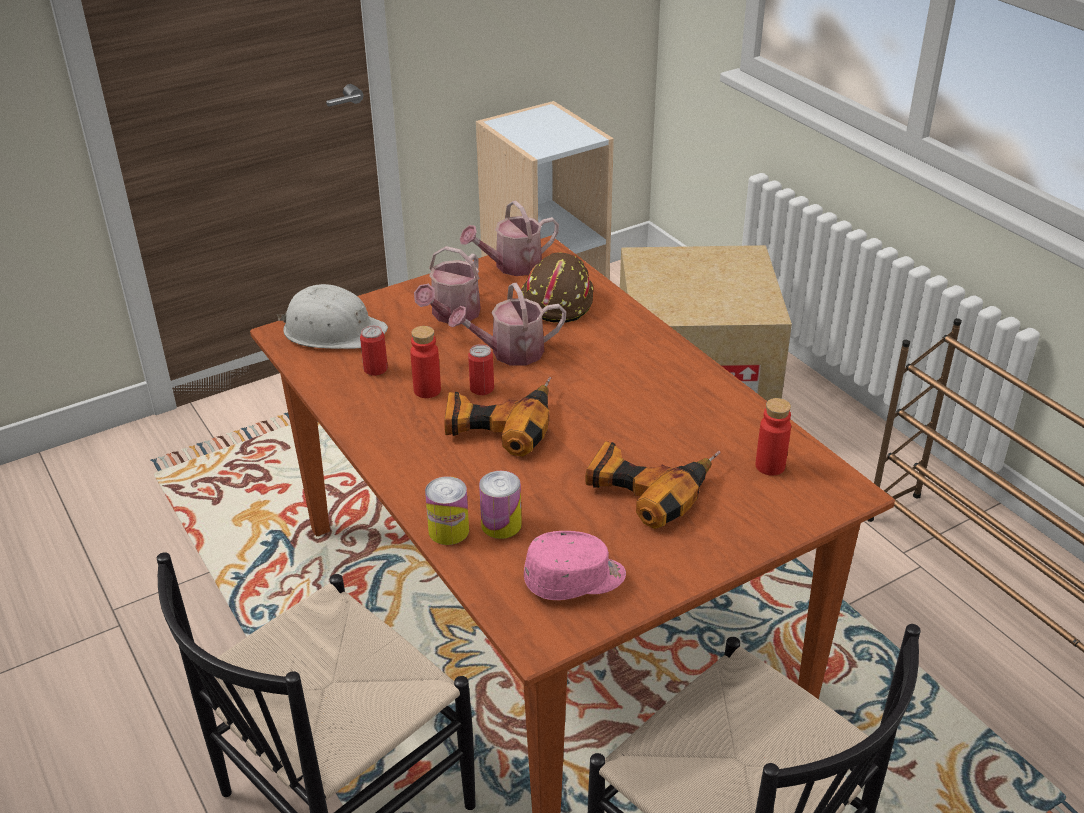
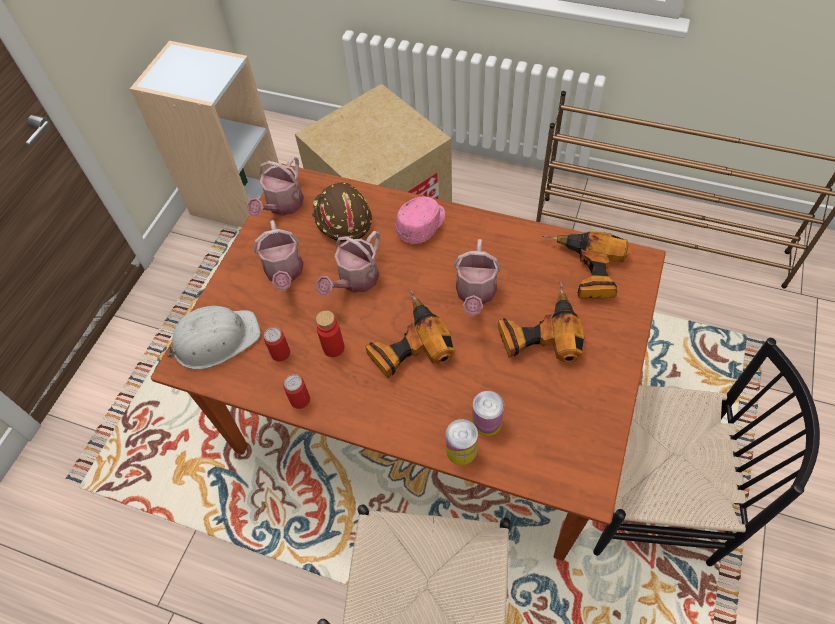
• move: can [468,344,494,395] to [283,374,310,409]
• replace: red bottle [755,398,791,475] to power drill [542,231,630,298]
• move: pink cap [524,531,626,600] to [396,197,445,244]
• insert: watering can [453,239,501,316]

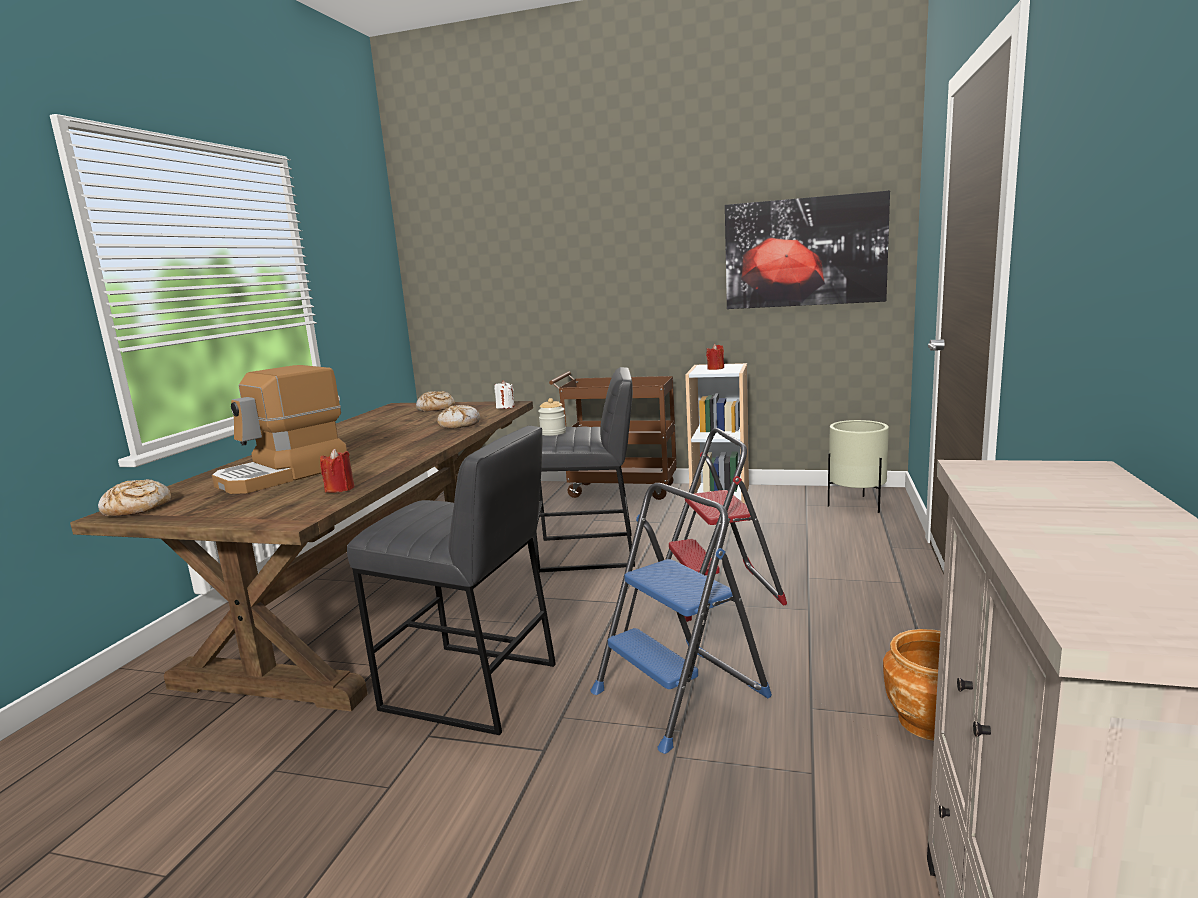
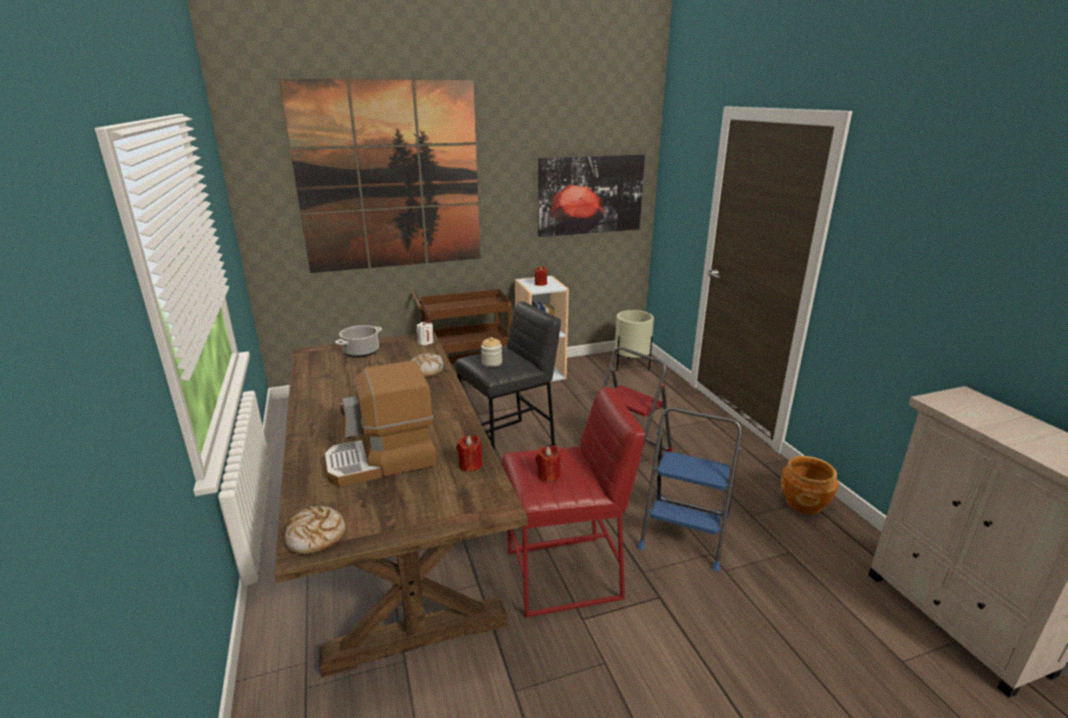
• rotate: coffee machine [212,365,347,494] = [324,361,437,487] 60 degrees clockwise
• replace: bread [416,391,455,412] to cooking pot [335,325,382,357]
• recolor: grey stool [347,426,556,735] to red stool [502,387,645,618]
• insert: picture [279,79,480,273]
• insert: red candle [535,445,561,482]

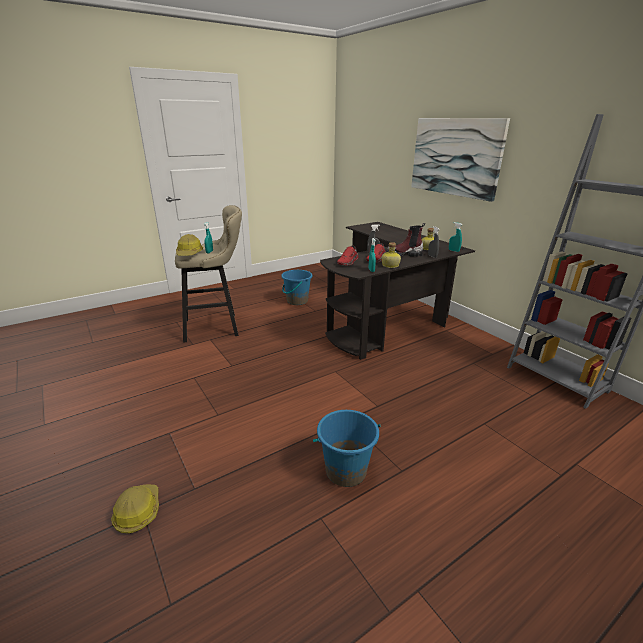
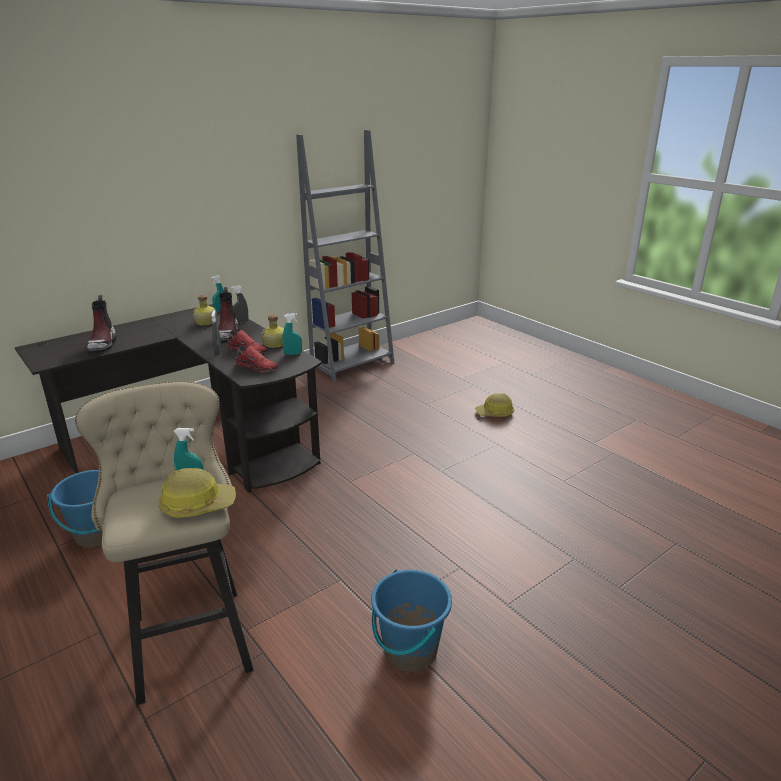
• delete: picture [411,118,510,202]
• move: blue bucket [313,410,381,487] to [371,569,452,672]
• move: hard hat [111,484,159,533] to [475,393,514,417]
• insert: boot [87,295,117,353]

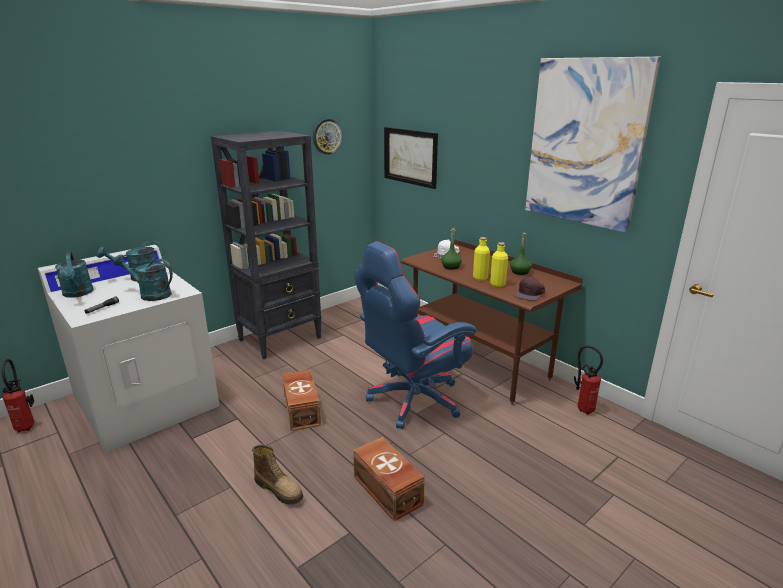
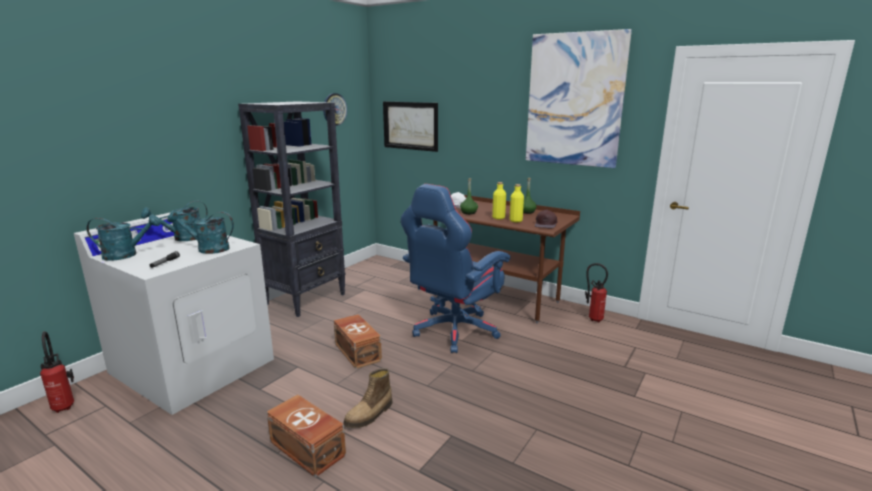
• rotate: turquoise watering can [55,252,93,298] = [86,215,160,261] 60 degrees counterclockwise
• move: brown storage box [353,437,425,521] to [267,395,346,477]
• rotate: boot [252,444,303,505] = [343,368,392,428] 105 degrees clockwise

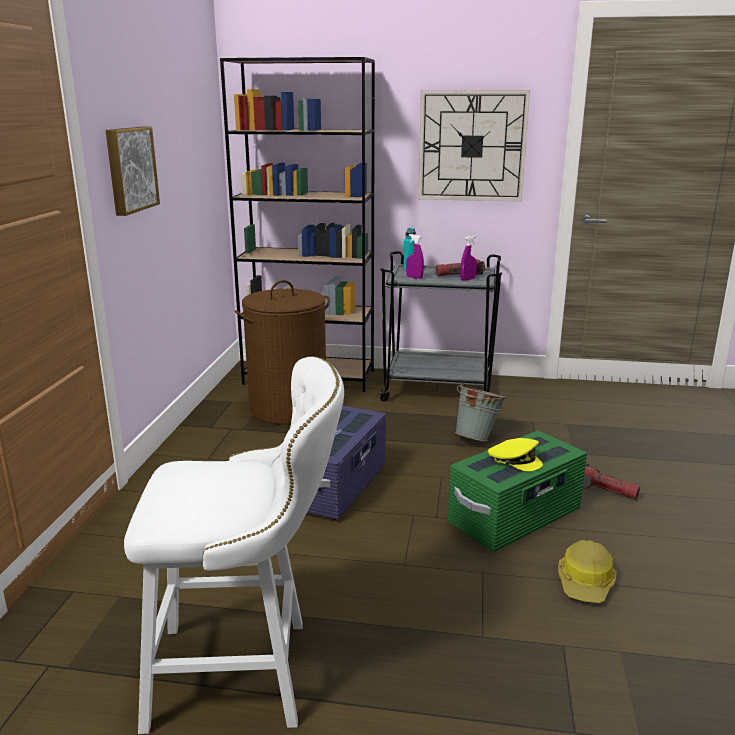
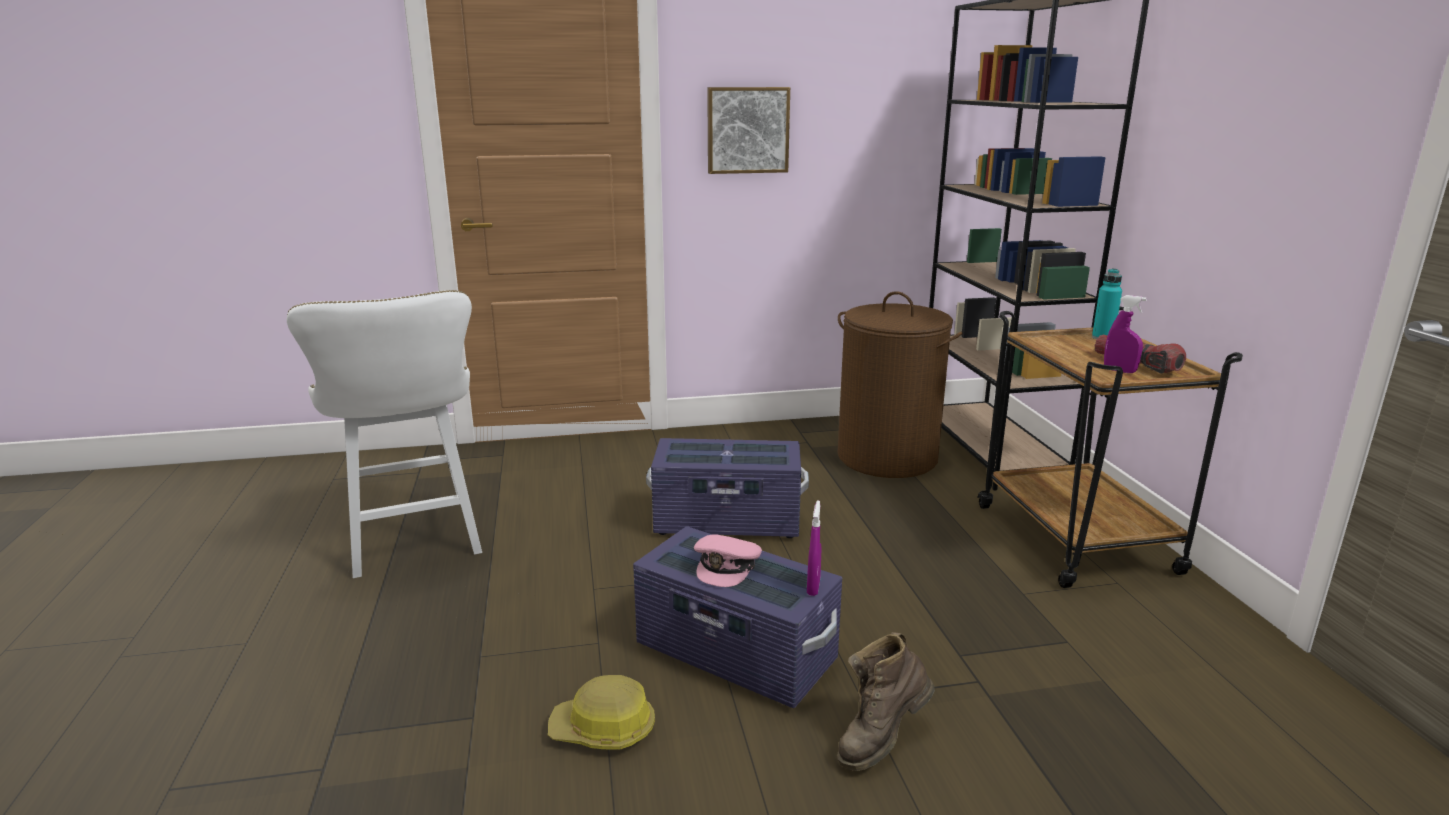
• delete: wall clock [418,90,530,202]
• move: purple spray bottle [406,234,424,279] to [807,500,821,596]
• recolor: grey cart [377,251,502,401] to brown cart [977,307,1243,588]
• delete: grey bucket [455,383,507,442]
• recolor: green storage box [448,431,587,552] to purple storage box [633,526,842,708]
• recolor: yellow cap [488,438,543,471] to pink cap [694,534,762,587]
• replace: flashlight [583,463,640,500] to brown boot [837,632,935,771]

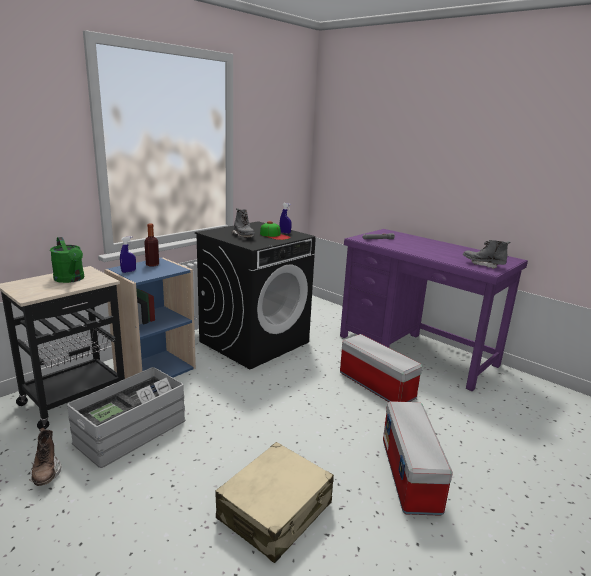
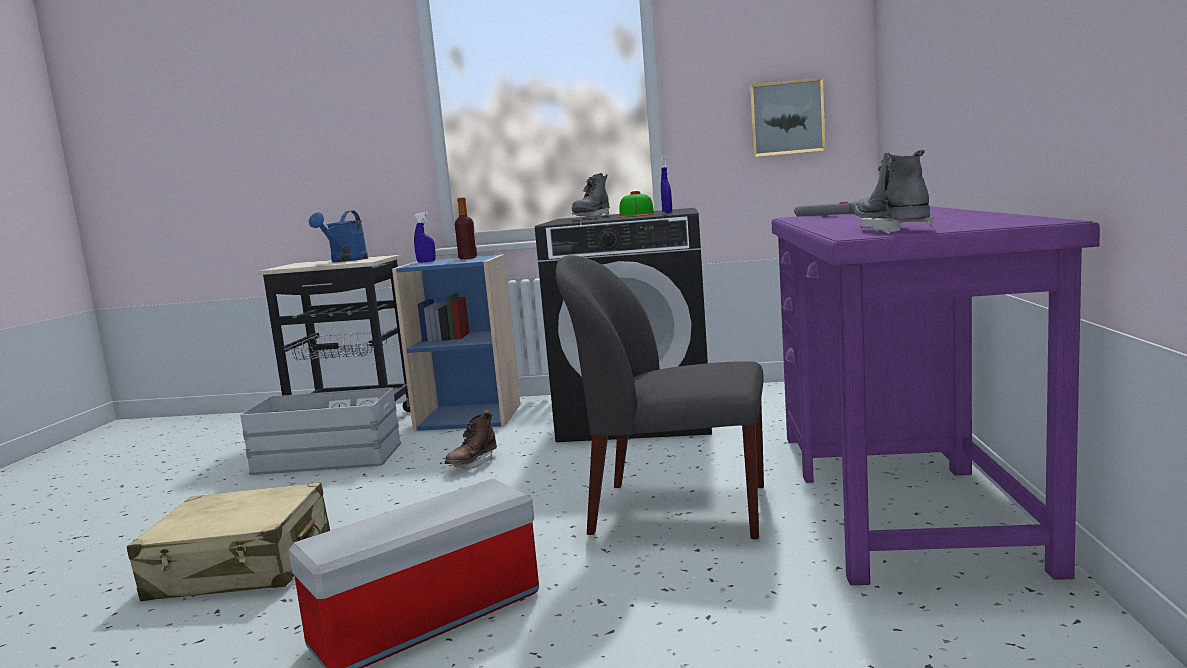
• recolor: green watering can [50,237,84,283] to blue watering can [309,210,368,262]
• replace: storage box [340,334,422,402] to grey chair [556,255,764,539]
• move: brown boot [29,428,61,486] to [445,410,497,469]
• insert: picture [750,78,825,157]

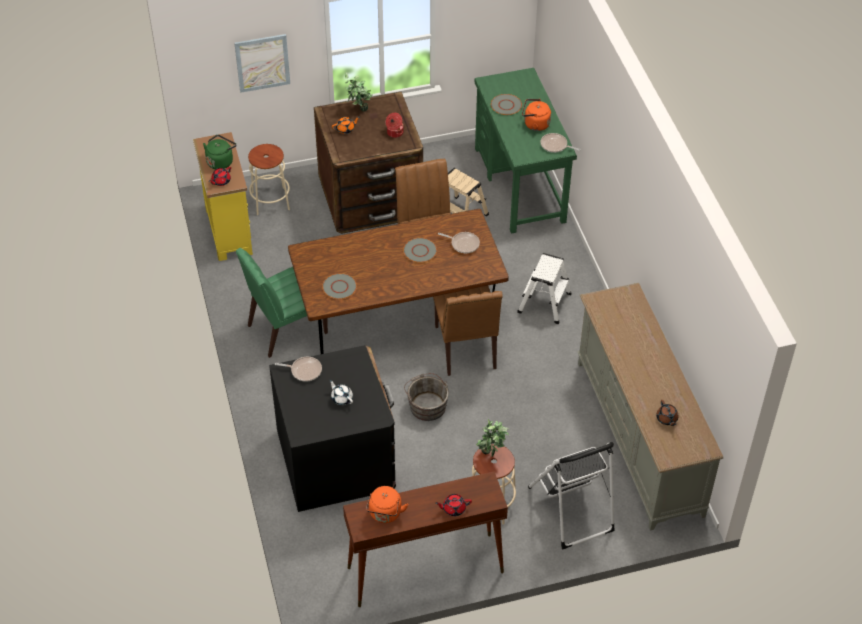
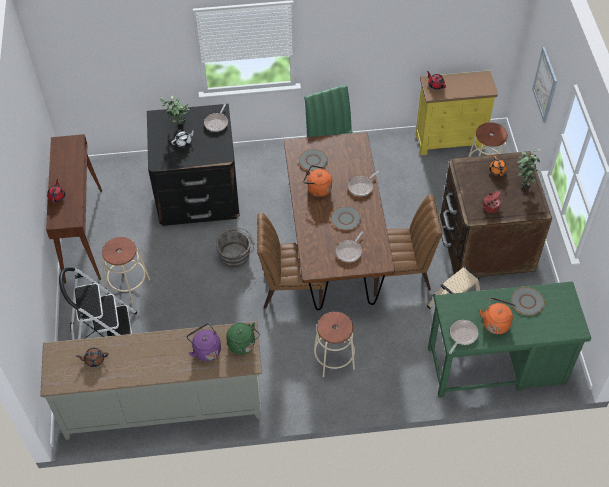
• move: green kettle [203,135,236,169] to [226,323,260,354]
• replace: white step ladder [517,253,572,324] to beige stool [314,312,355,377]
• move: potted plant [476,419,509,457] to [160,96,189,125]
• move: orange kettle [366,486,408,523] to [303,165,332,197]
• insert: frying pan [348,171,379,196]
• insert: purple kettle [187,323,221,361]

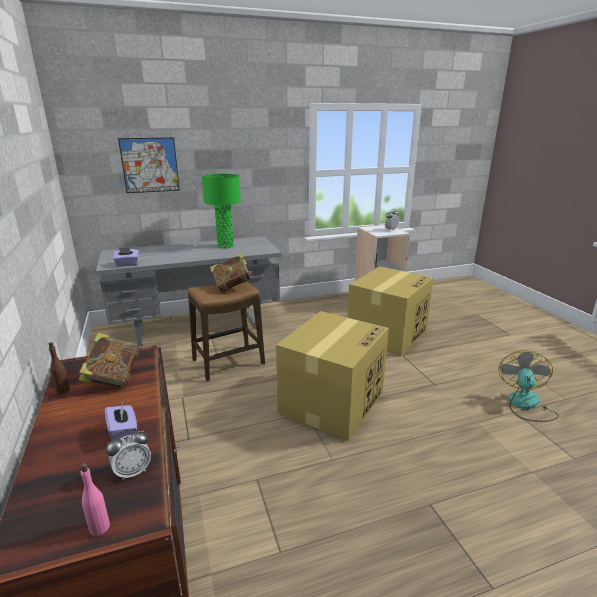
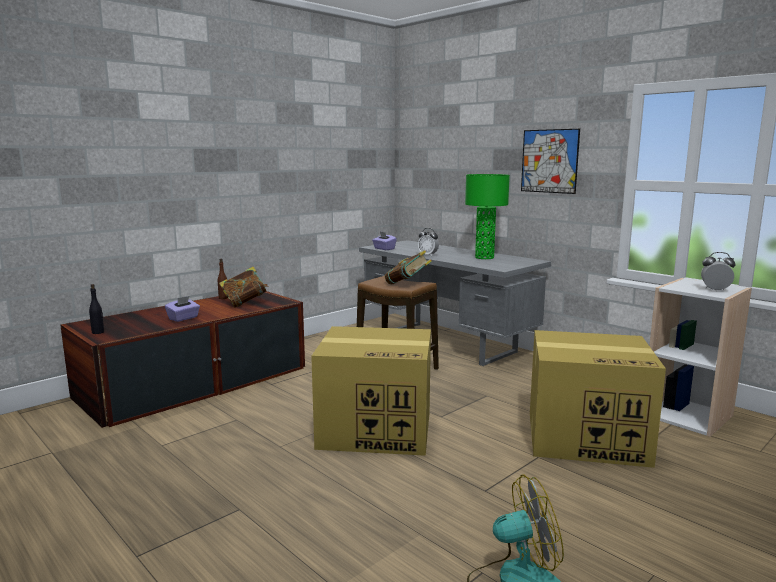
• move: picture [118,137,180,193] to [521,129,580,194]
• move: alarm clock [106,428,151,481] to [418,228,439,257]
• recolor: pink bottle [80,463,110,536] to black bottle [89,284,104,334]

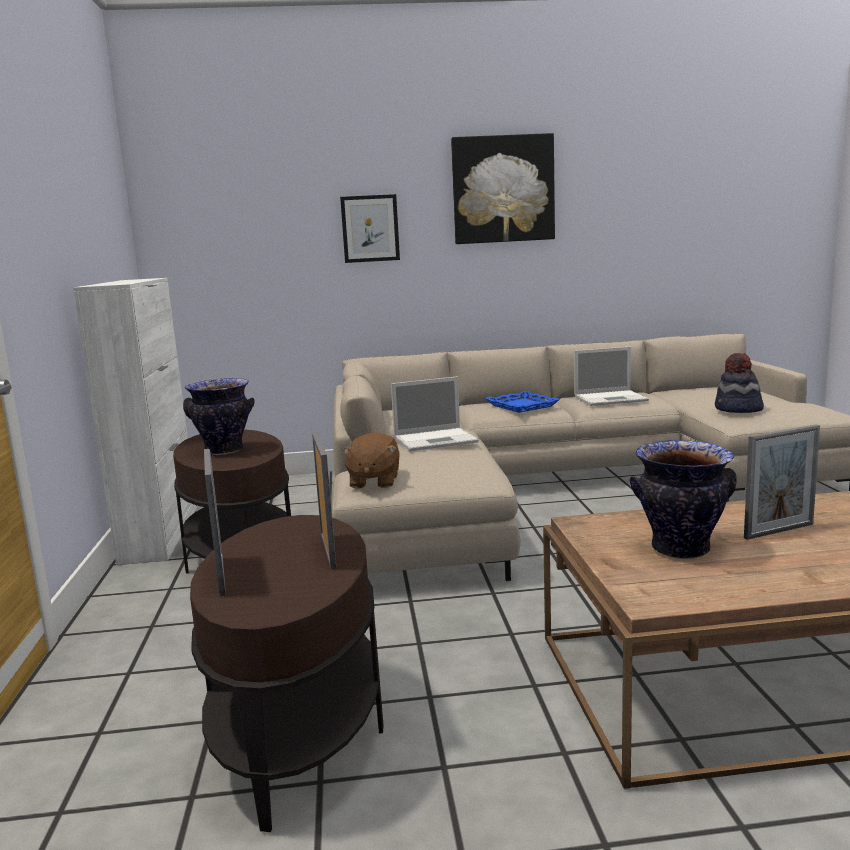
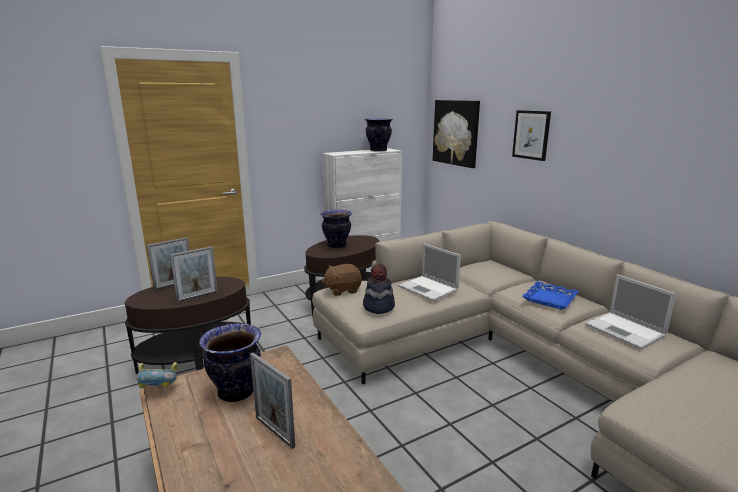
• move: picture [451,133,555,244] to [433,100,480,168]
• move: hat [715,353,764,413] to [363,264,395,314]
• insert: vase [365,118,393,152]
• insert: bowl [136,362,178,389]

